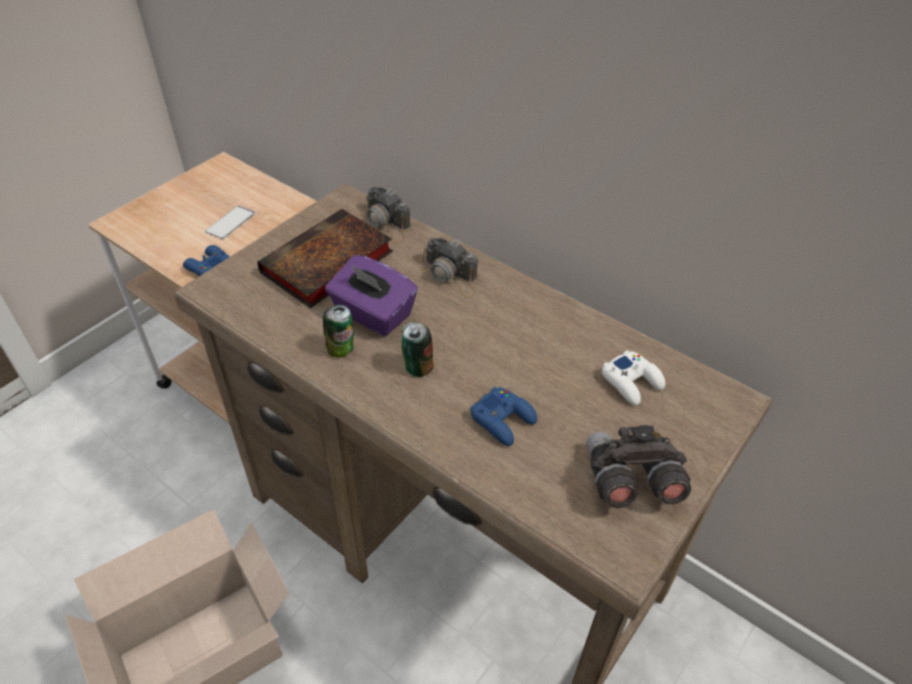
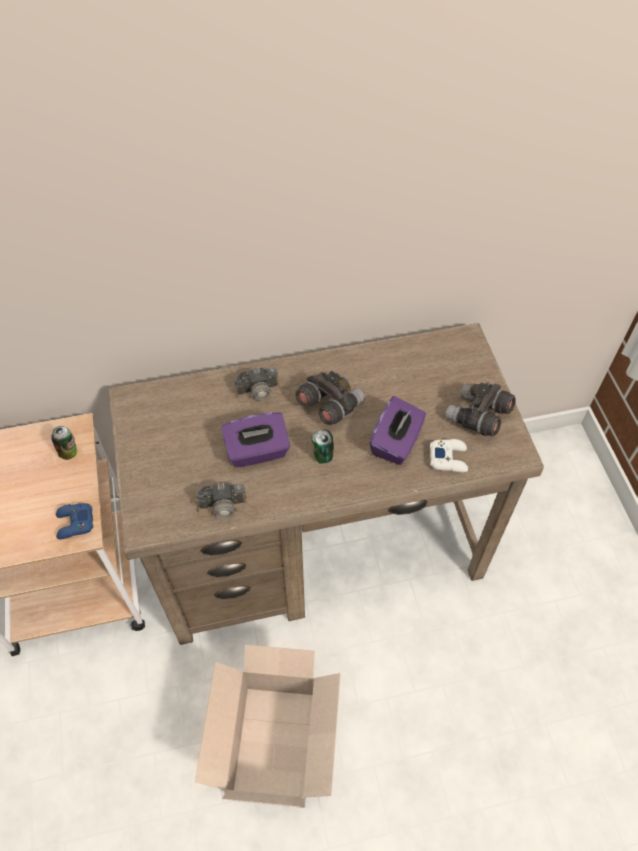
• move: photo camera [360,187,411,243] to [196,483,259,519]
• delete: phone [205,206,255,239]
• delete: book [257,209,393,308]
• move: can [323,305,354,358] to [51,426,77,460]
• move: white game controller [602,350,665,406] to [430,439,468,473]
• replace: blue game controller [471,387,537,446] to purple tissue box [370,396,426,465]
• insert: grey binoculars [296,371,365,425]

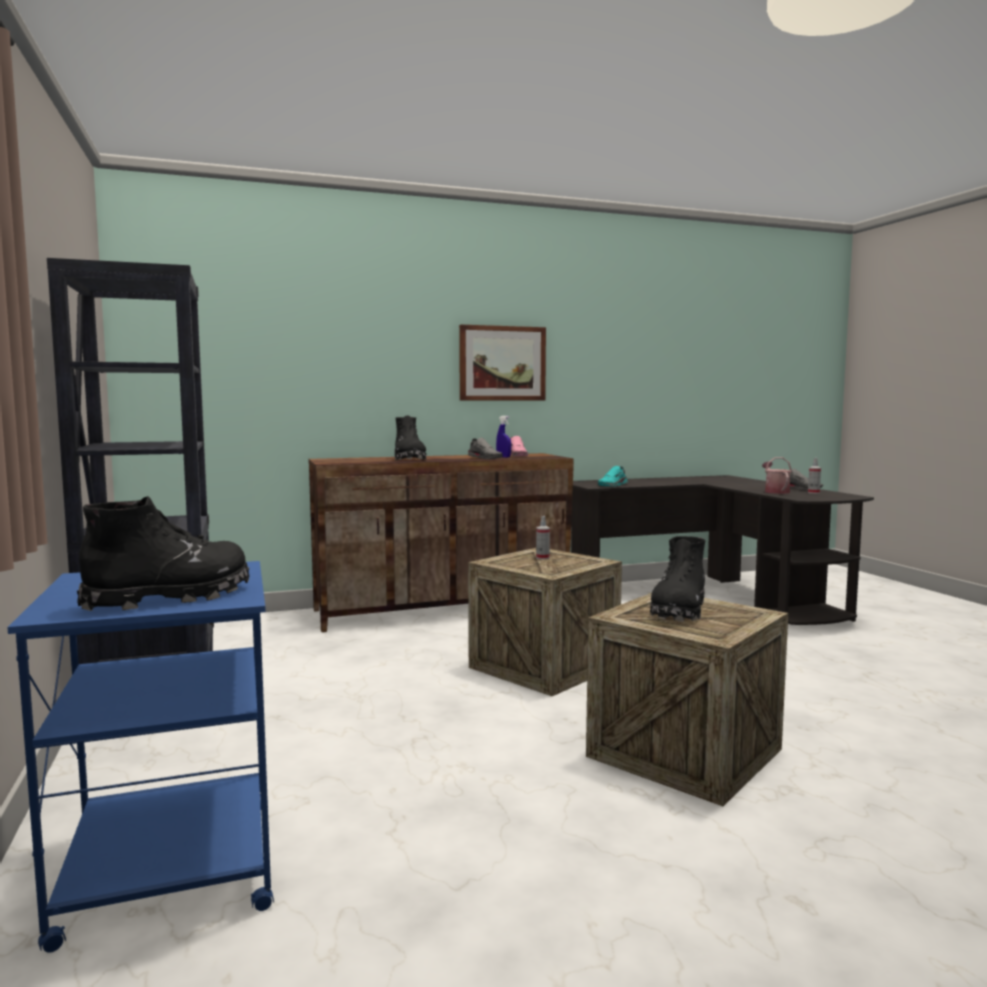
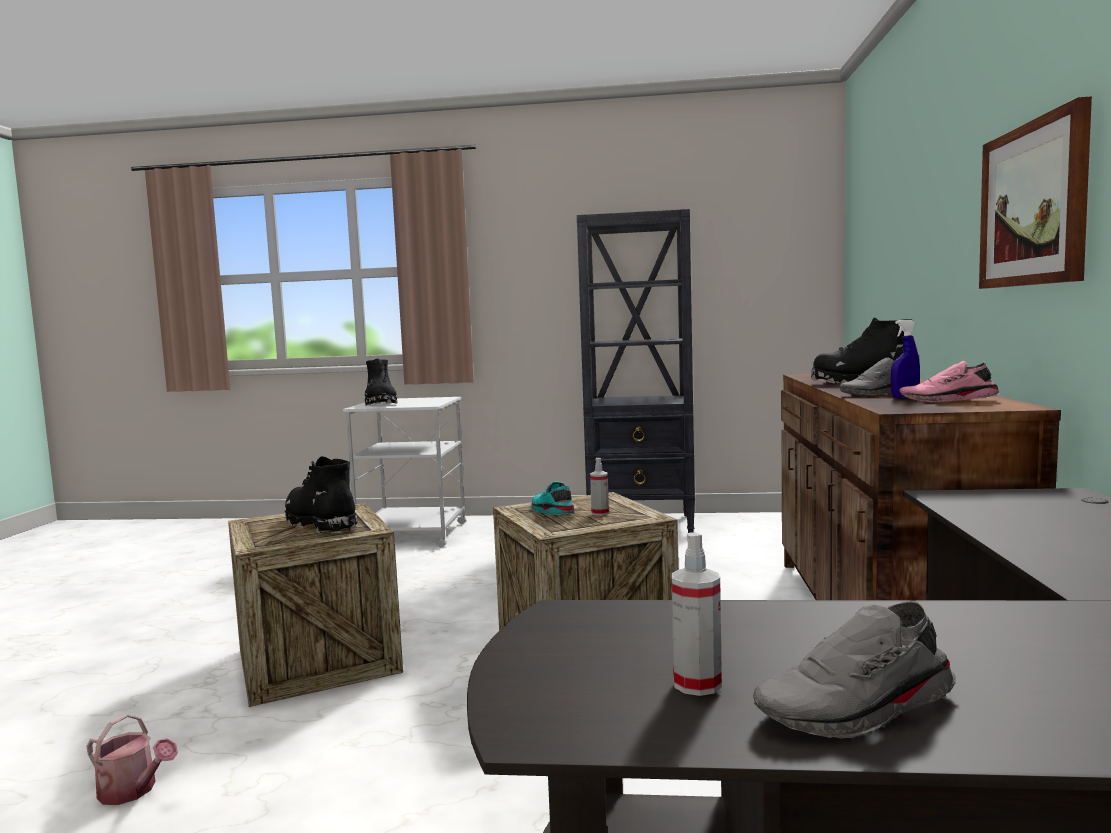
• move: watering can [762,457,792,494] to [86,714,178,805]
• move: turquoise shoe [598,466,628,487] to [531,481,575,515]
• recolor: blue cart [7,561,274,953] to white cart [343,397,466,548]

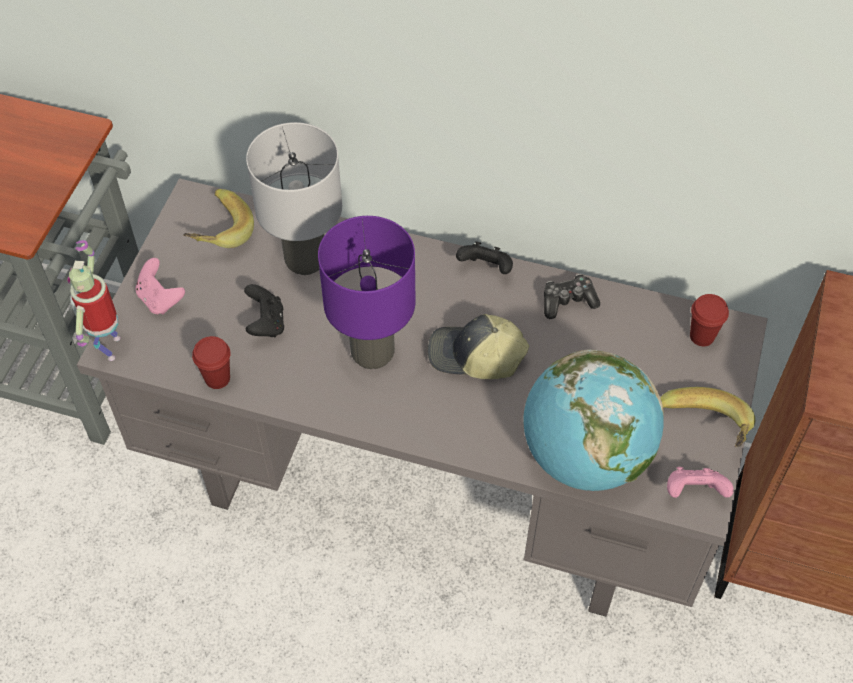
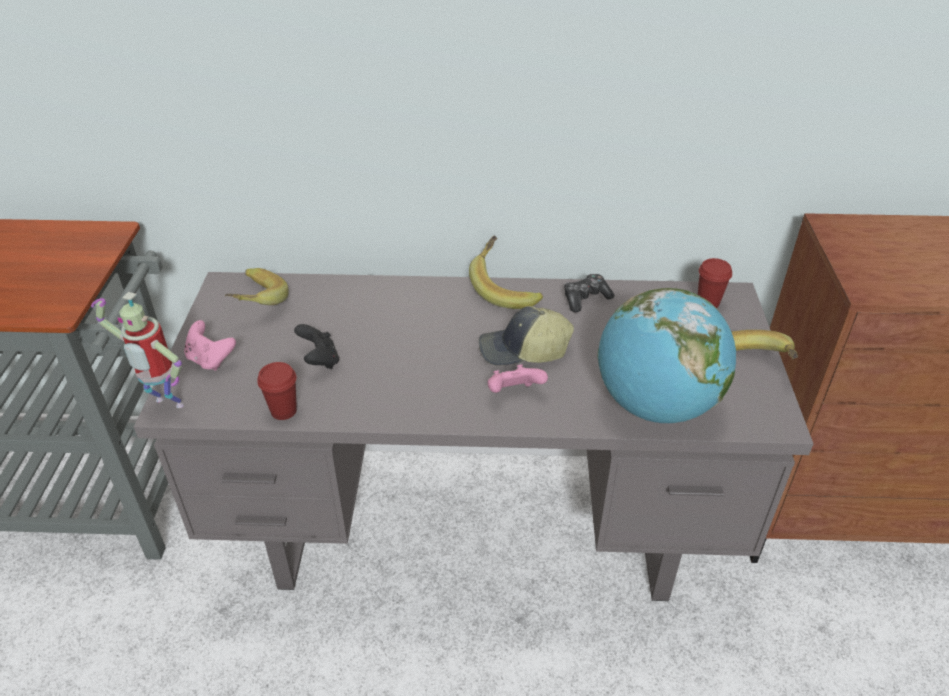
• delete: white table lamp [246,122,342,275]
• delete: purple table lamp [318,216,416,369]
• rotate: toy robot [67,240,121,361] = [91,292,184,408] 60 degrees counterclockwise
• replace: black game controller [456,241,513,274] to banana [469,235,543,309]
• move: pink game controller [667,467,734,498] to [488,364,548,393]

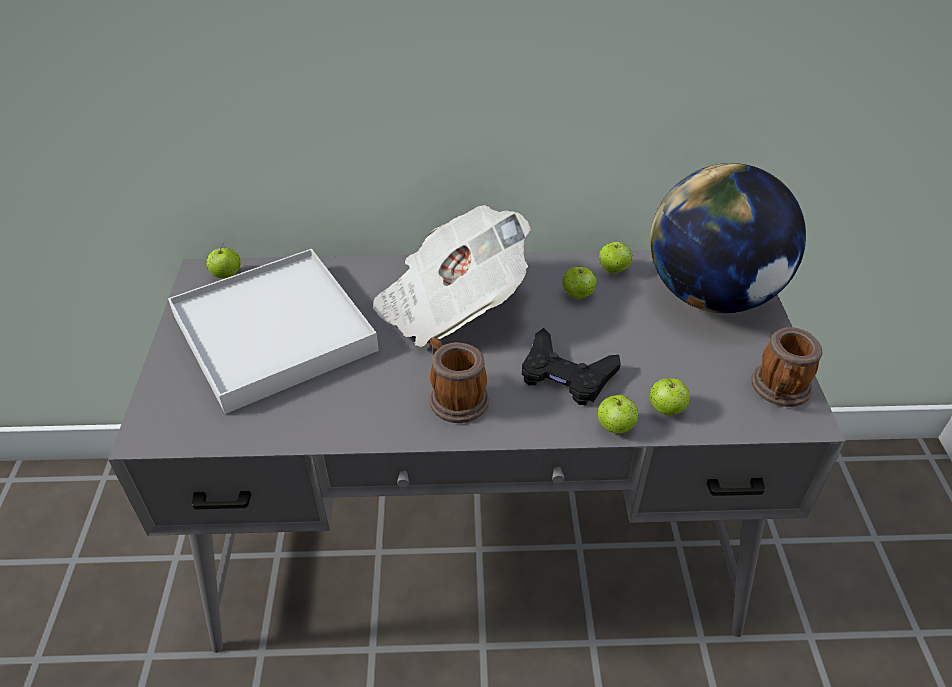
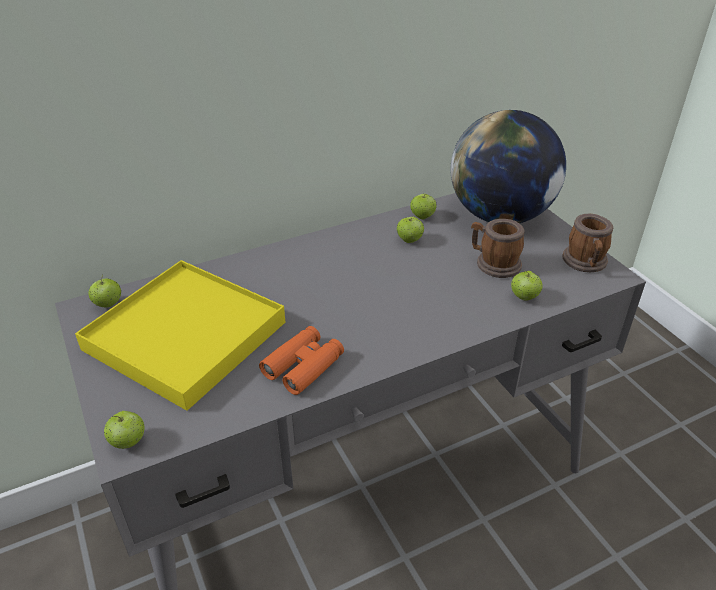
• delete: newspaper [373,205,531,347]
• recolor: white tray [168,249,379,414] to yellow tray [75,260,285,411]
• delete: black game controller [522,328,621,405]
• move: mug [429,338,489,423] to [471,219,524,278]
• move: apple [598,395,638,433] to [104,411,144,449]
• insert: orange binoculars [259,326,344,395]

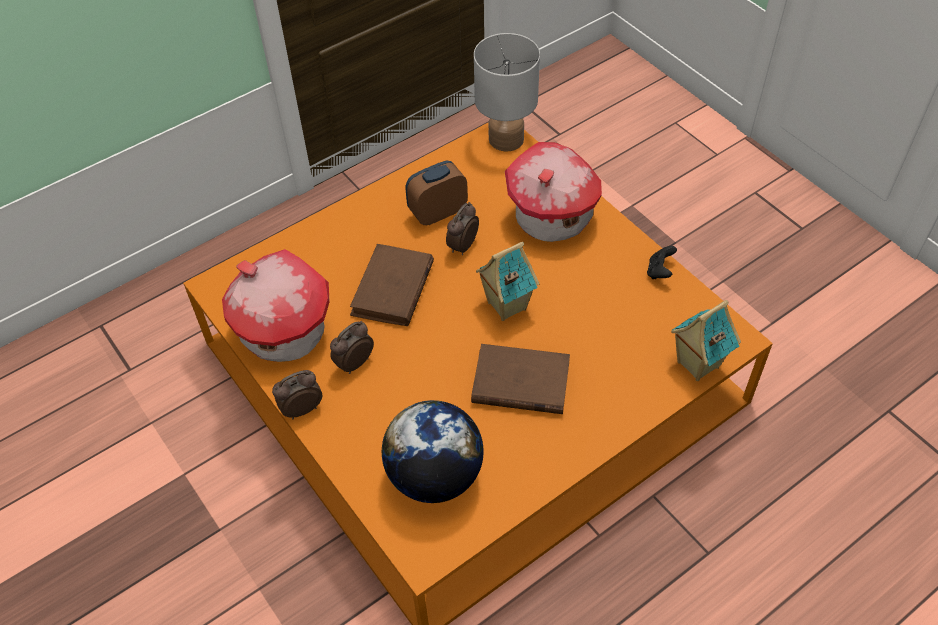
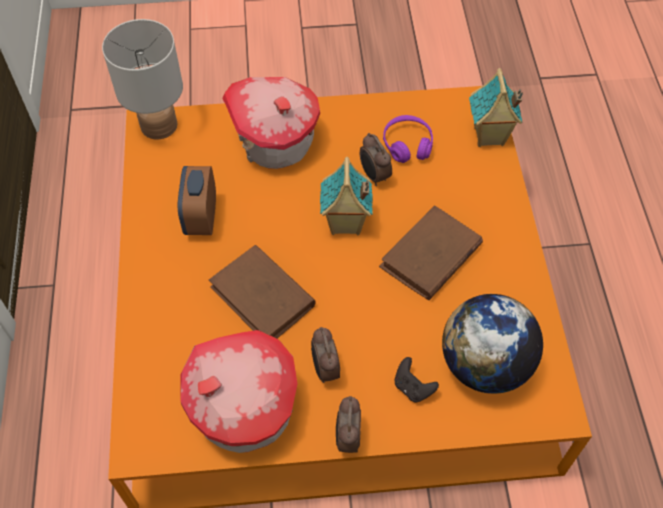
• move: alarm clock [446,202,479,255] to [360,133,392,186]
• move: black game controller [647,246,677,279] to [395,357,439,403]
• insert: purple headphones [383,115,433,163]

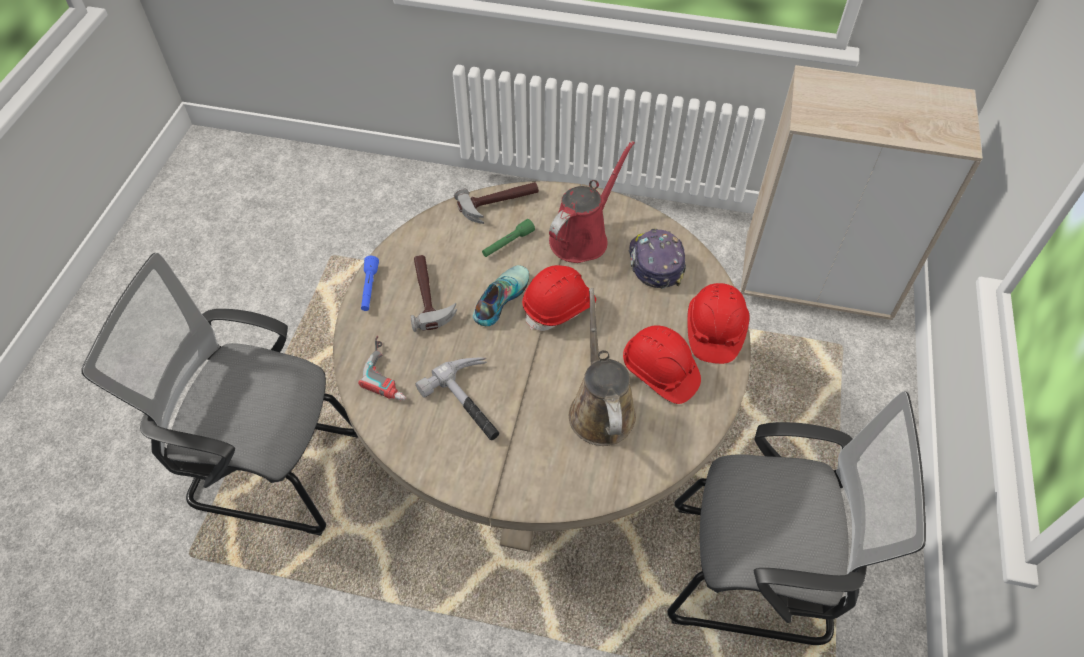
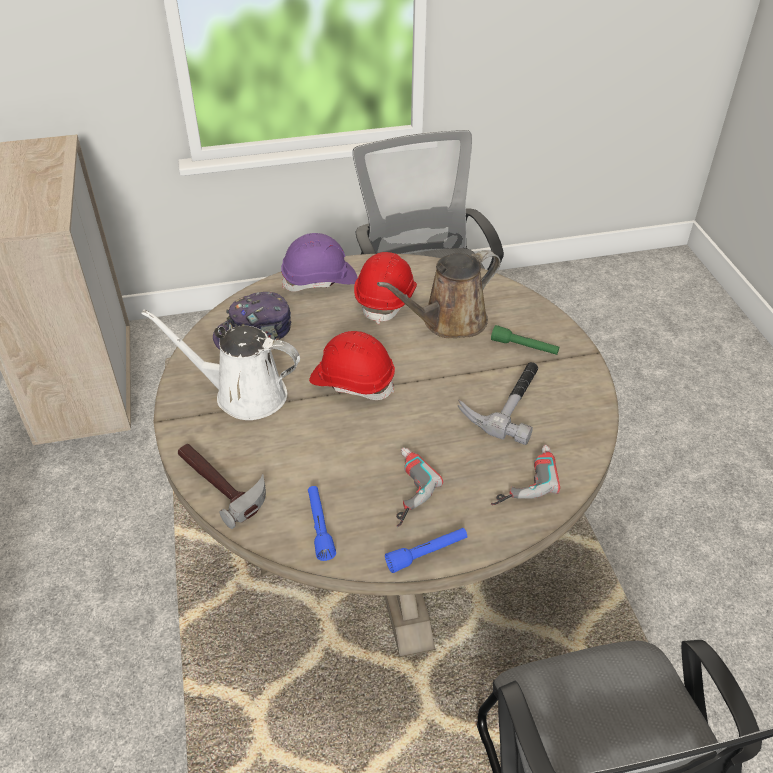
• recolor: red watering can [549,141,635,263] to white watering can [141,310,300,420]
• move: green flashlight [482,219,535,257] to [491,325,559,355]
• replace: hammer [411,255,457,332] to power drill [396,447,443,527]
• delete: shoe [473,265,529,326]
• recolor: red hard hat [687,283,749,364] to purple hard hat [281,233,358,292]
• insert: blue flashlight [308,486,336,561]

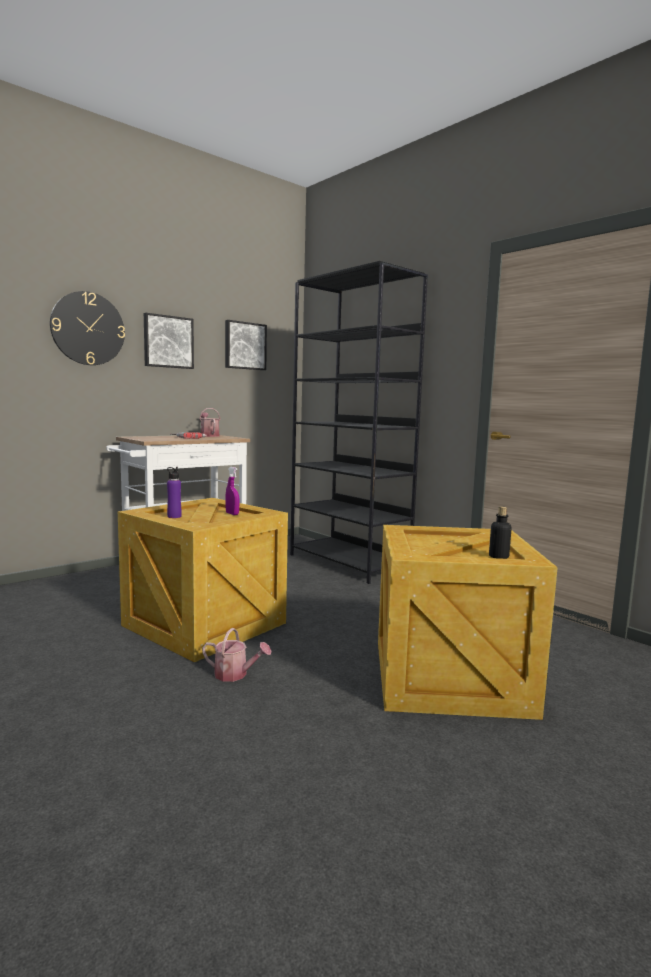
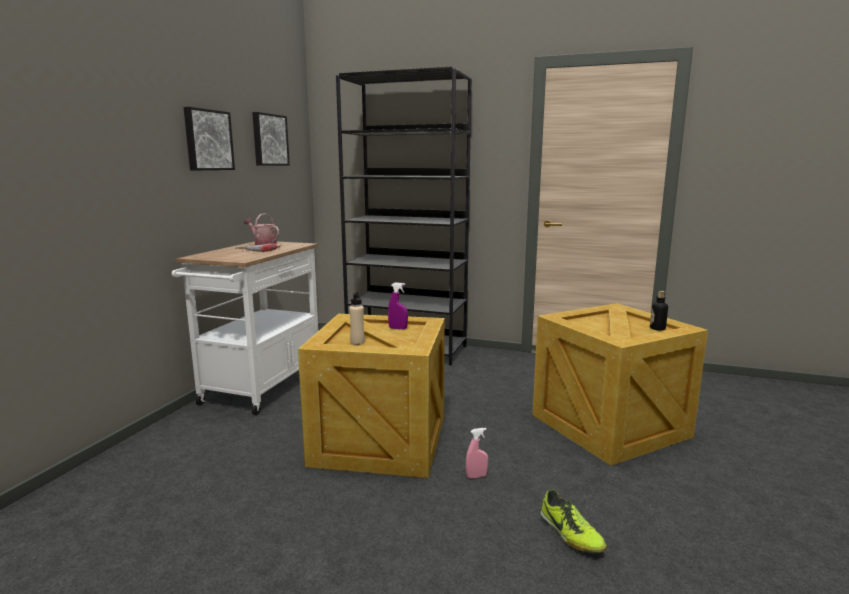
• delete: wall clock [50,291,125,365]
• recolor: purple bottle [167,467,182,518] to beige bottle [349,291,365,345]
• replace: watering can [202,628,271,682] to pink spray bottle [466,428,488,478]
• insert: shoe [541,489,606,554]

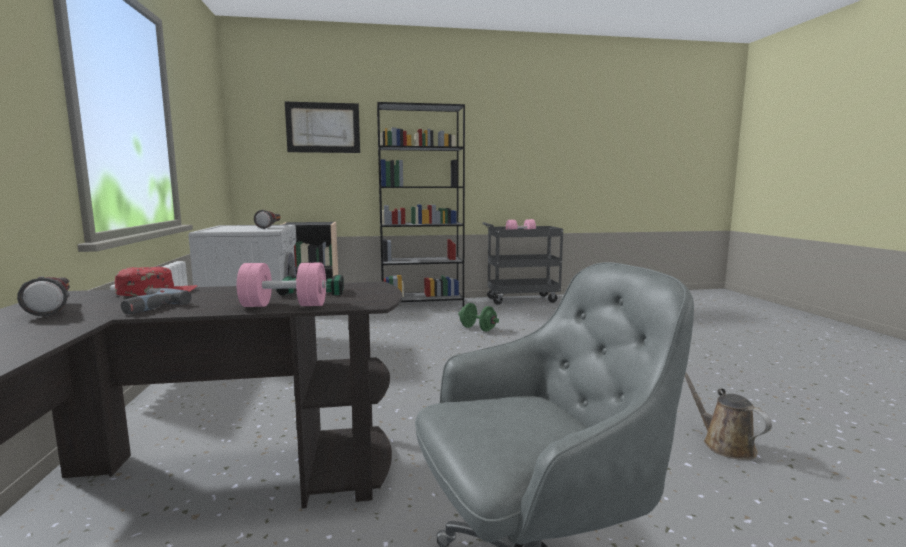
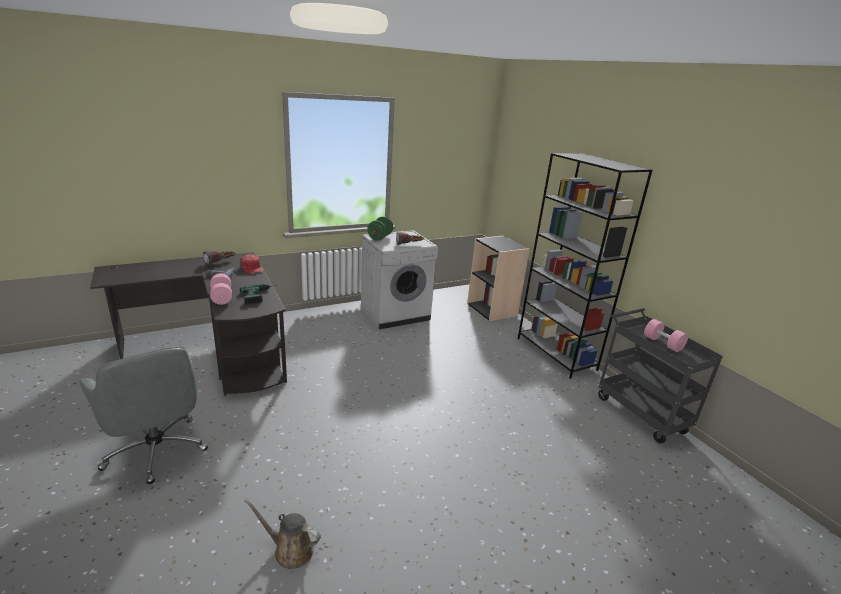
• delete: picture [285,102,360,153]
• move: green dumbbell [458,303,499,332] to [367,216,393,241]
• rotate: brown watering can [685,373,772,460] = [244,499,321,569] 120 degrees counterclockwise

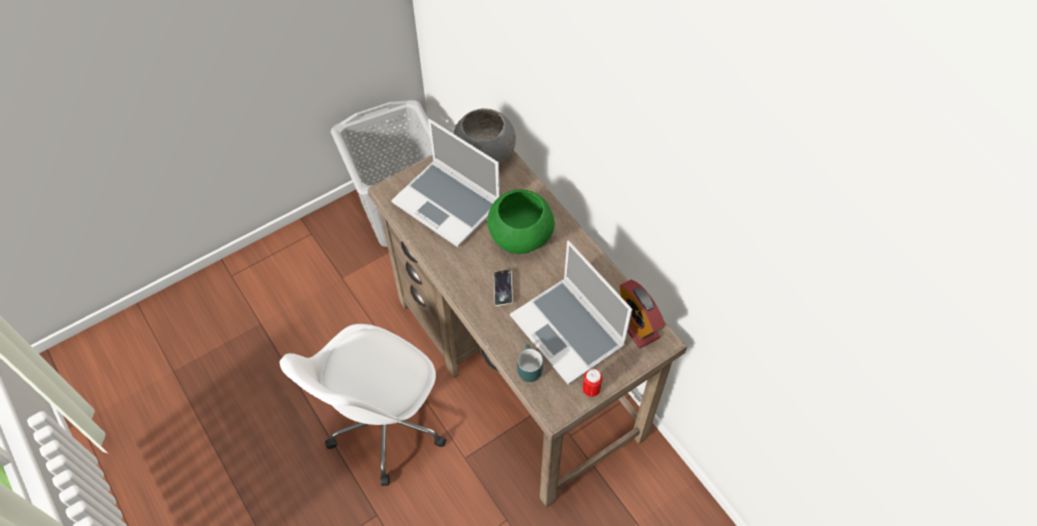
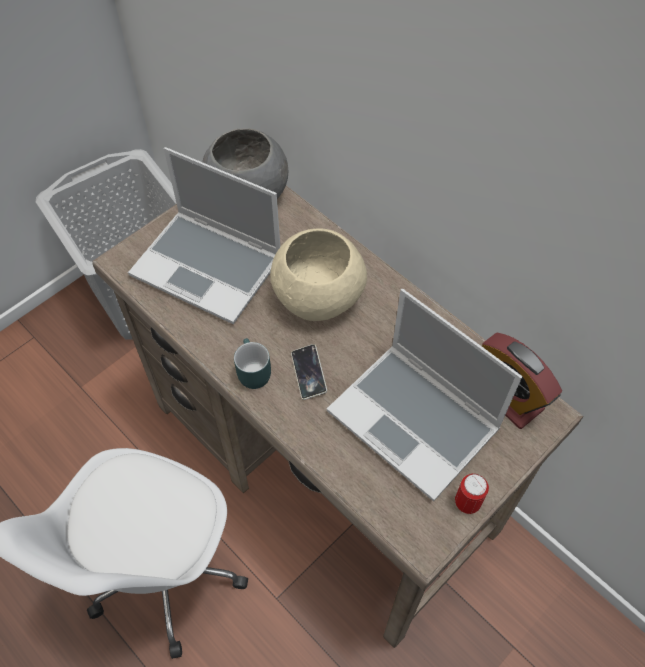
• recolor: green bowl [487,189,555,254] to beige bowl [270,228,367,321]
• move: turquoise mug [517,344,543,382] to [234,338,271,389]

